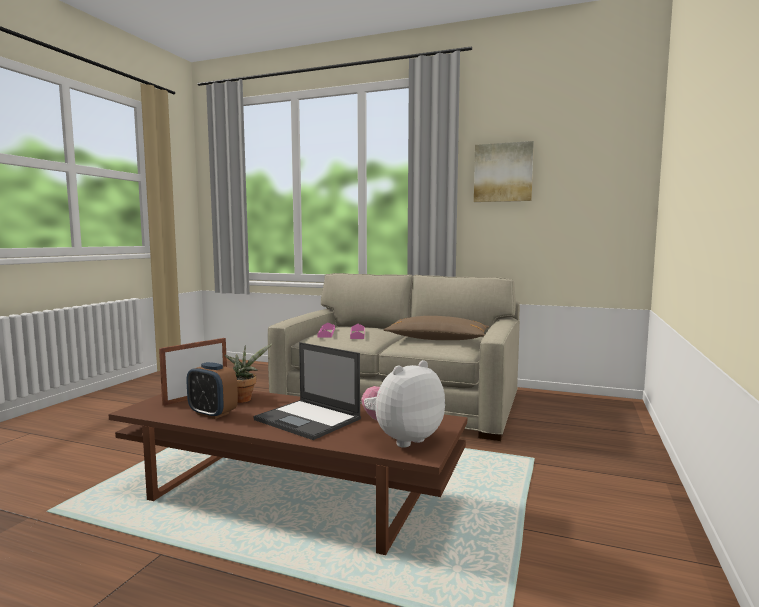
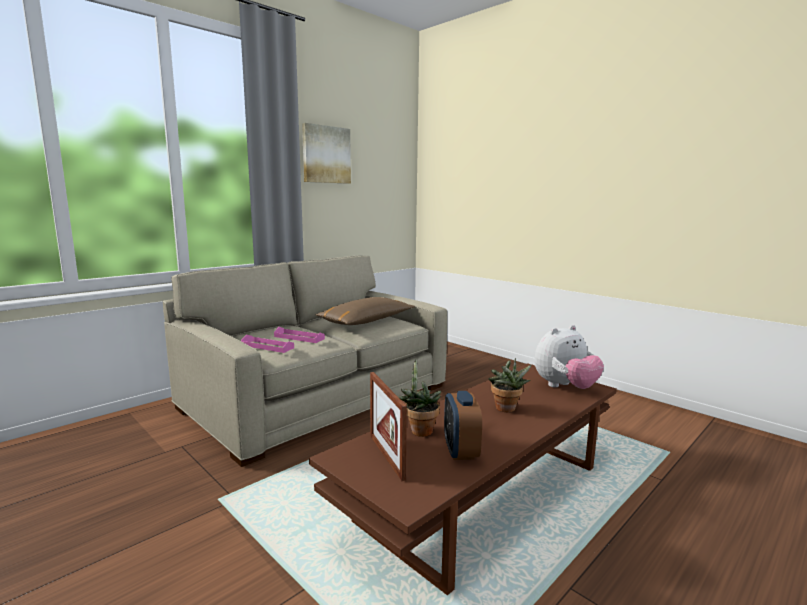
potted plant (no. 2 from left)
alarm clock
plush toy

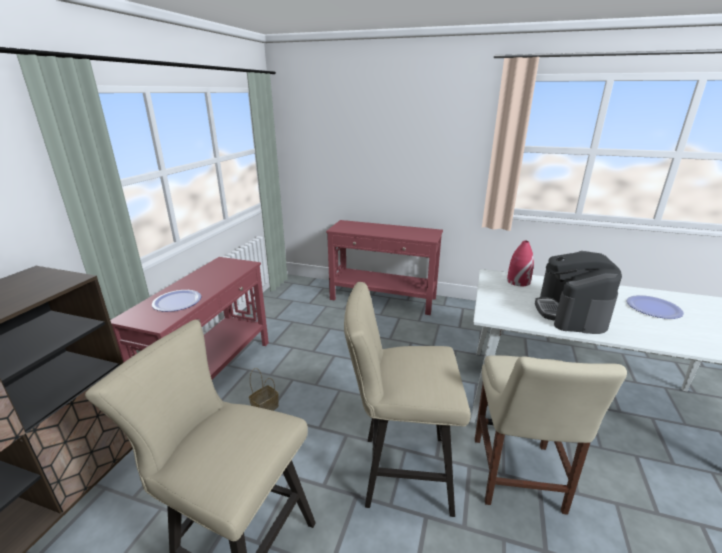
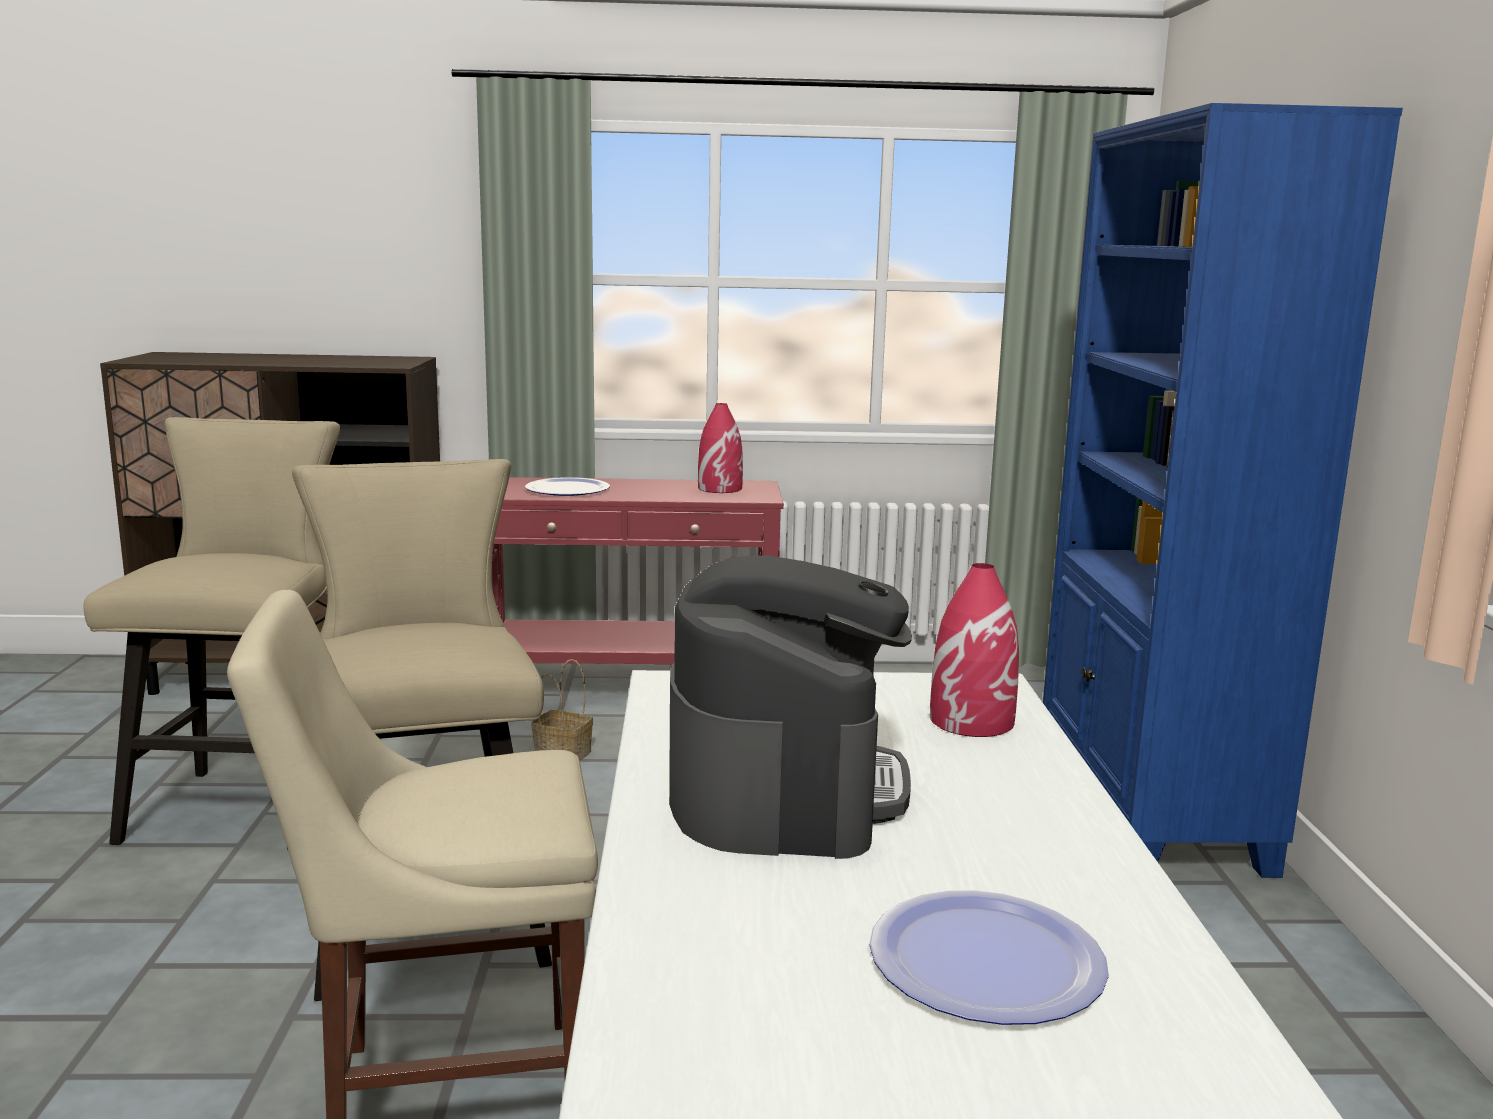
red vase (no. 1 from left)
blue bookcase
coffee machine

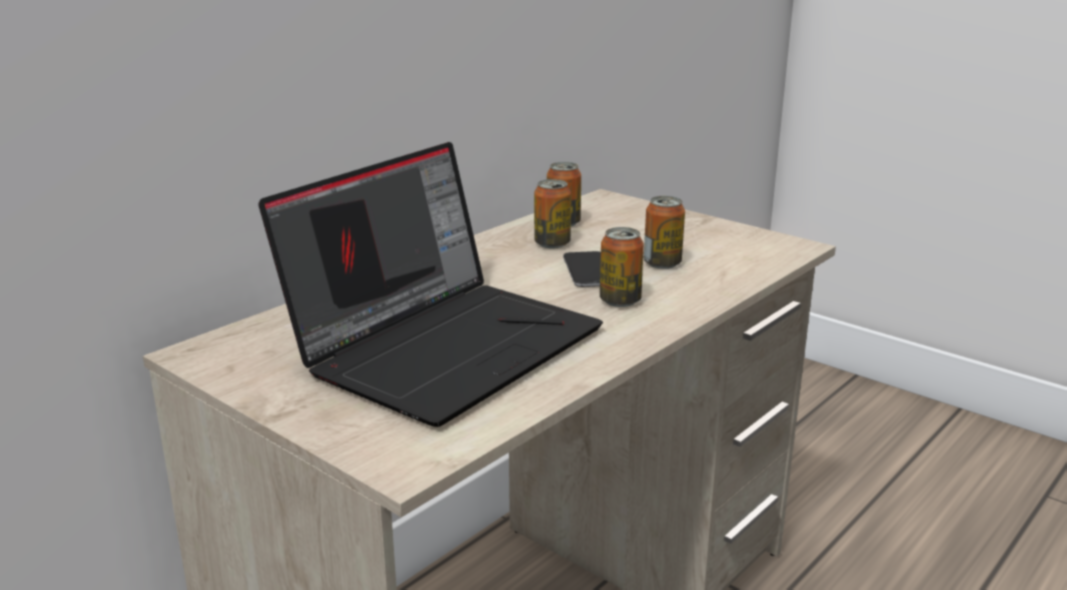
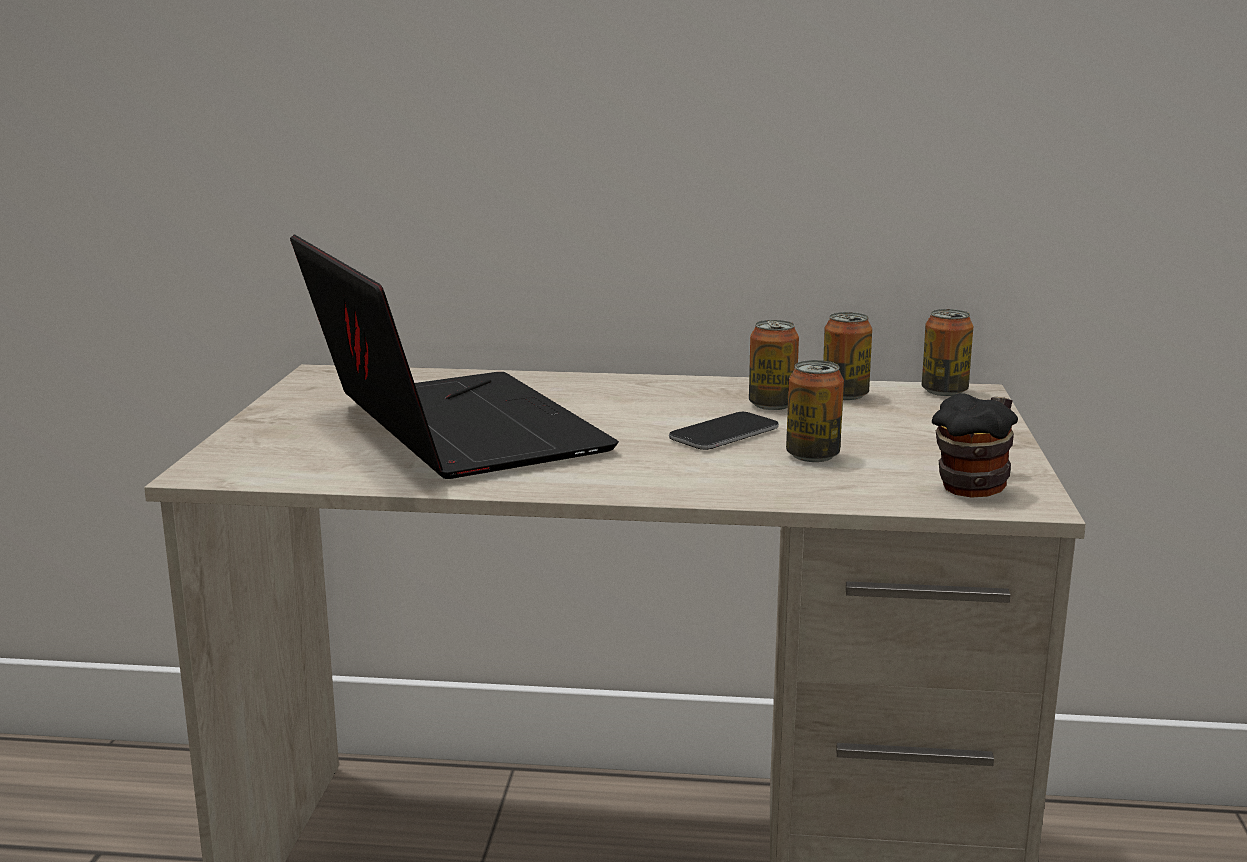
mug
can (no. 4 from left)
laptop

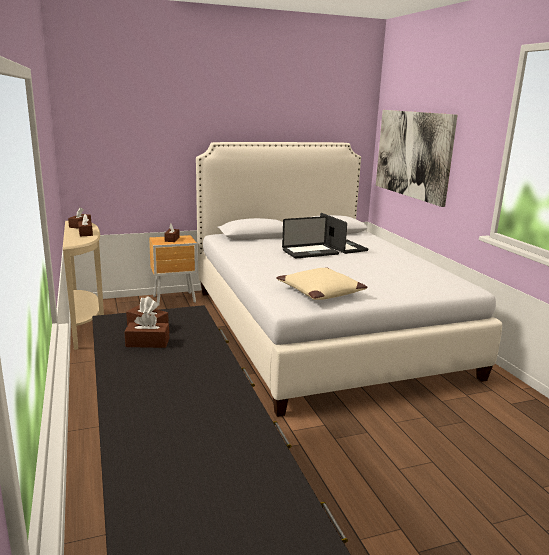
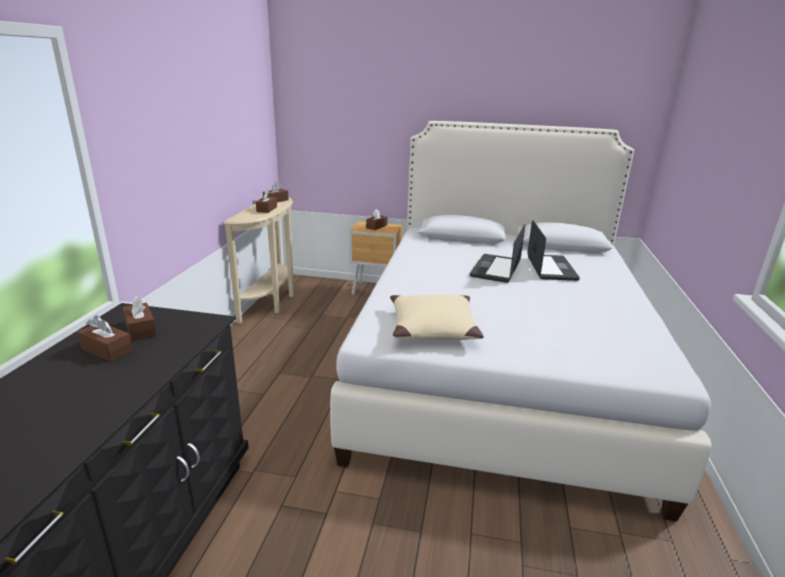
picture
laptop (no. 1 from left)

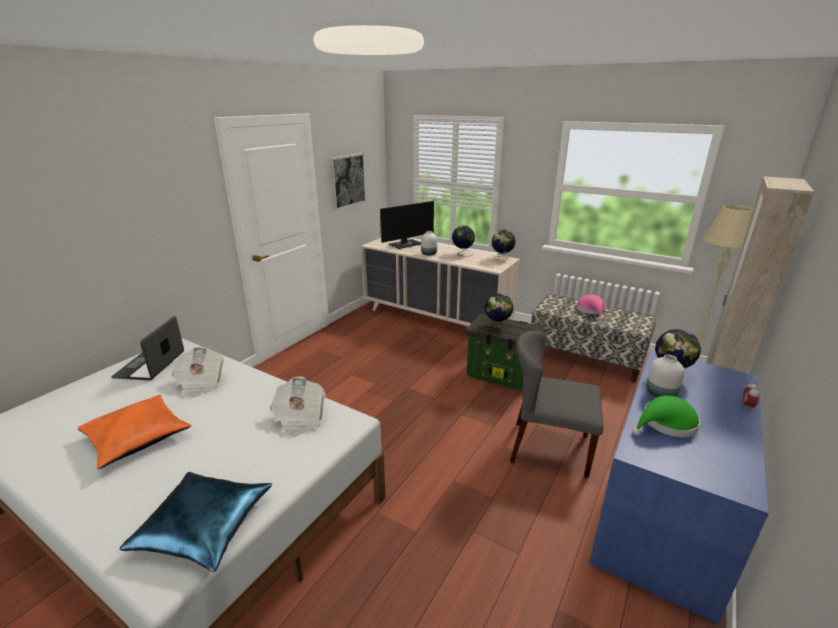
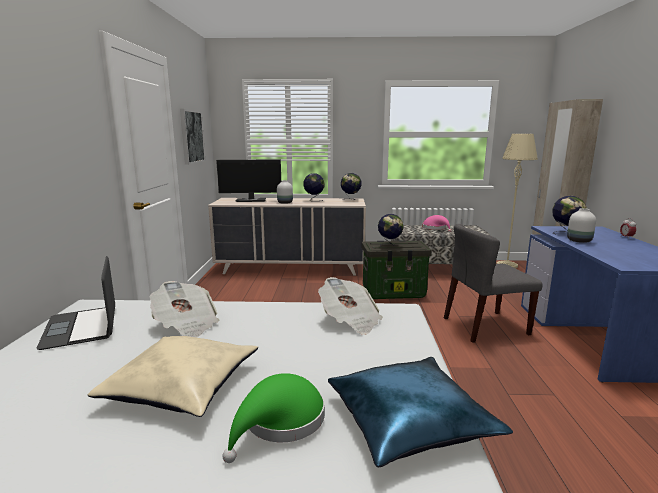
green hat
beige pillow
monitor

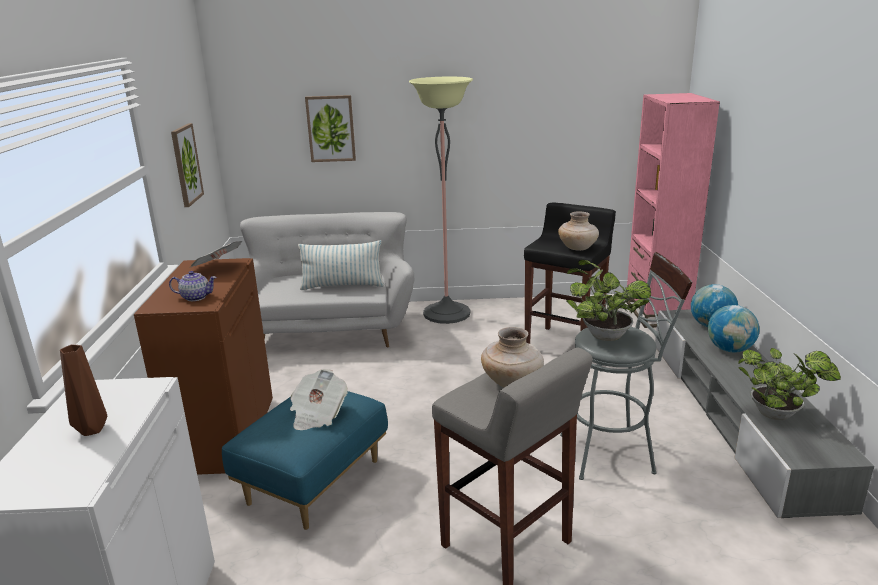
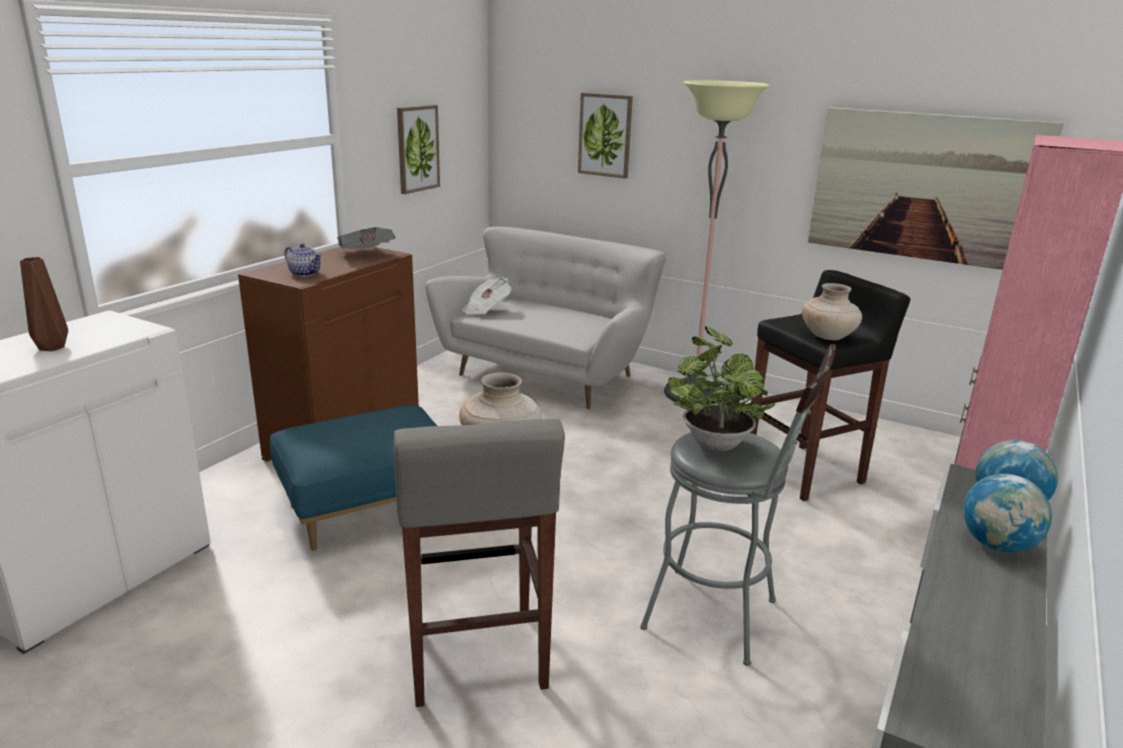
pillow
potted plant (no. 2 from left in the first image)
picture (no. 3 from left)
newspaper (no. 2 from left)

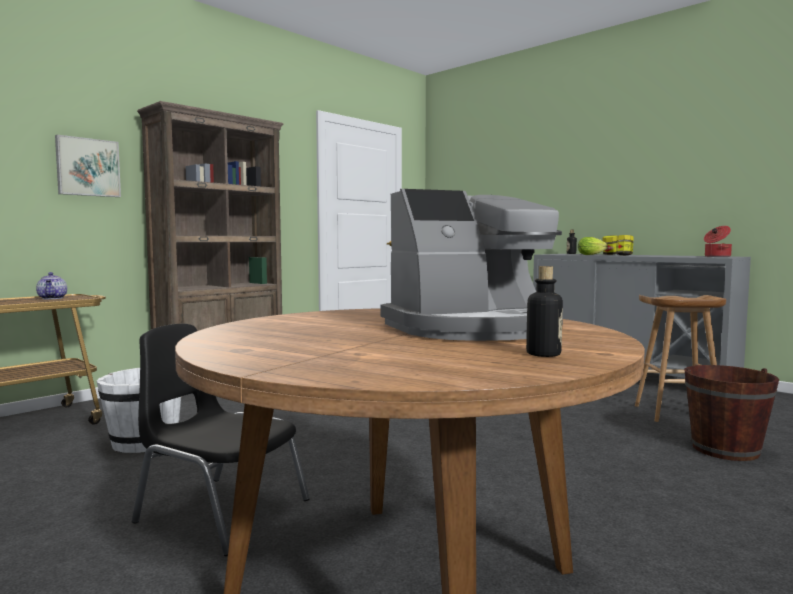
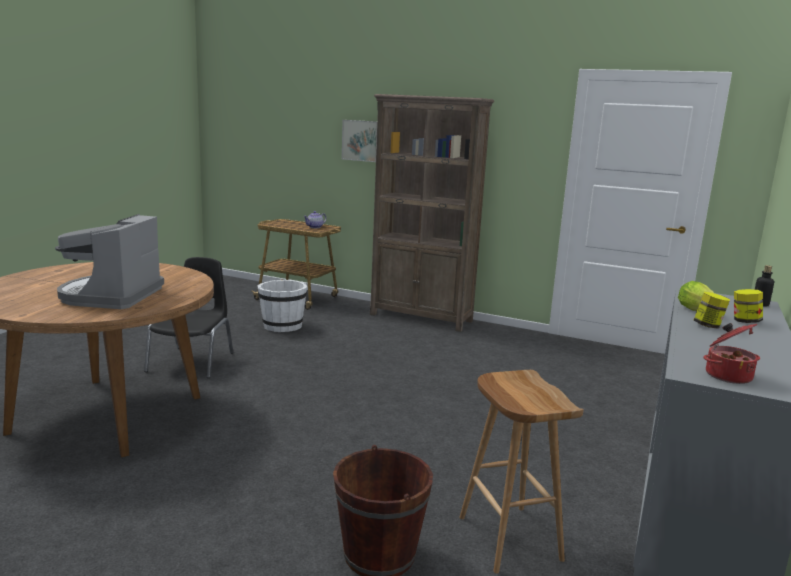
bottle (no. 1 from left in the first image)
coffee machine

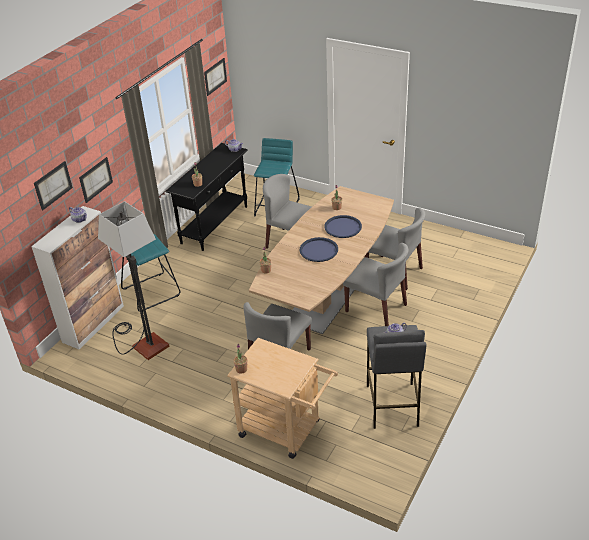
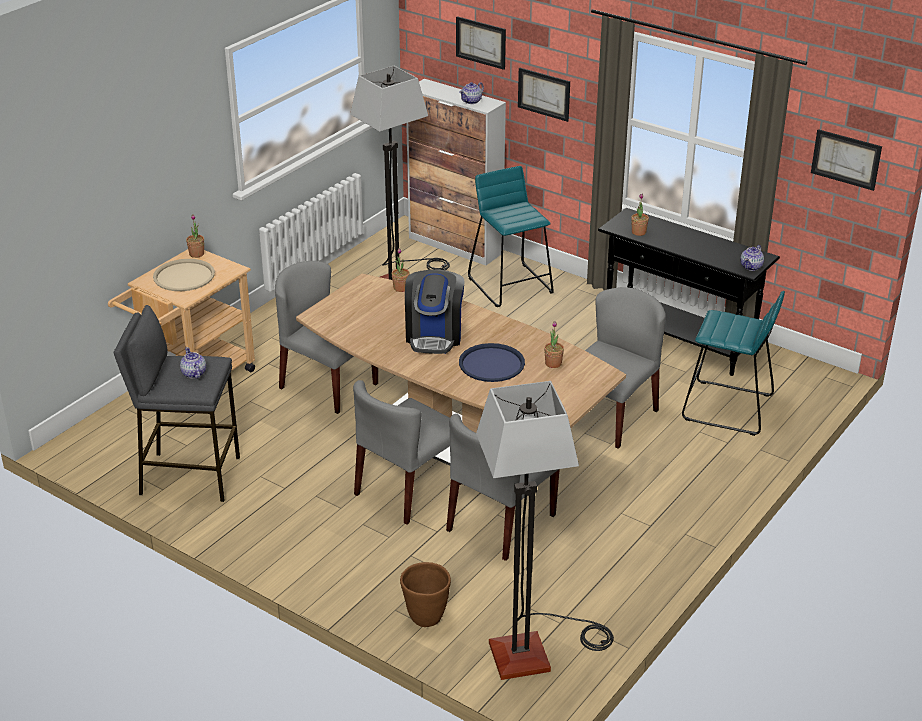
beige tray
brown planter
floor lamp (no. 2 from left)
coffee machine

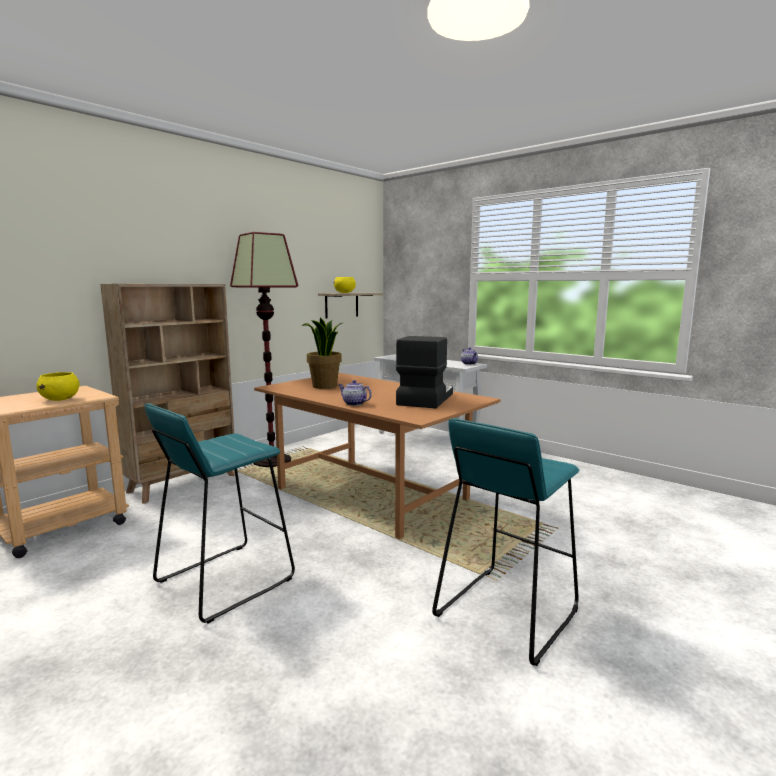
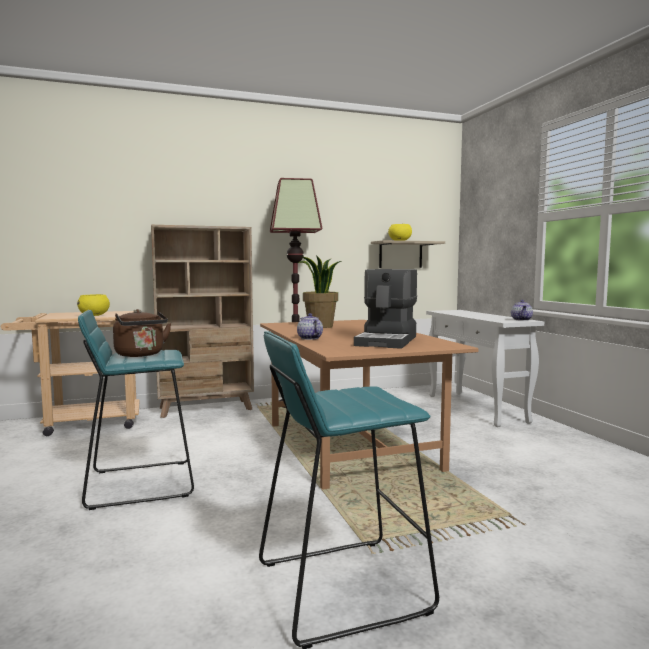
brown kettle
coffee machine

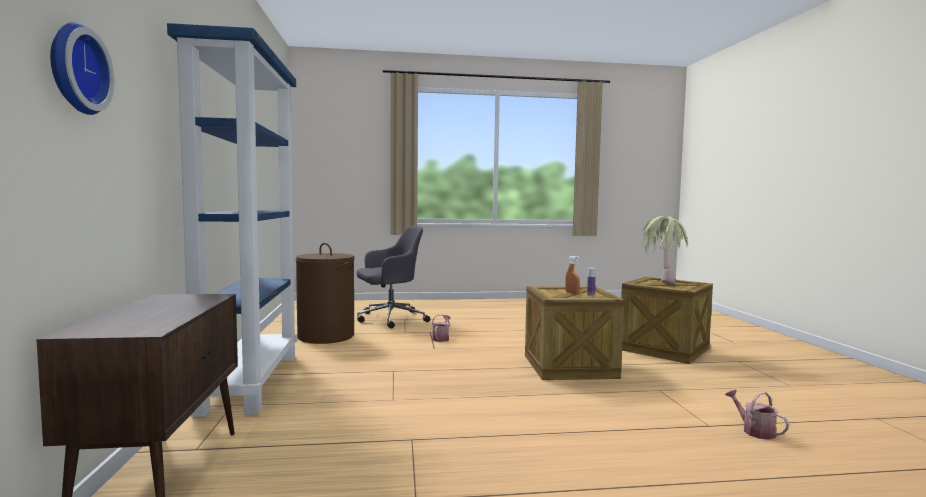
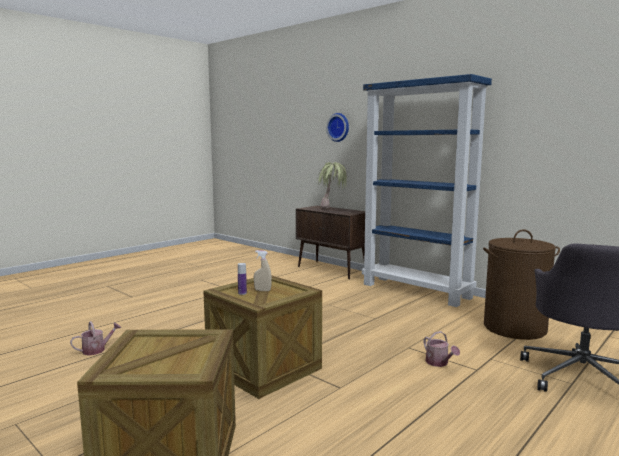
potted plant
beige spray bottle
watering can (no. 1 from left)

